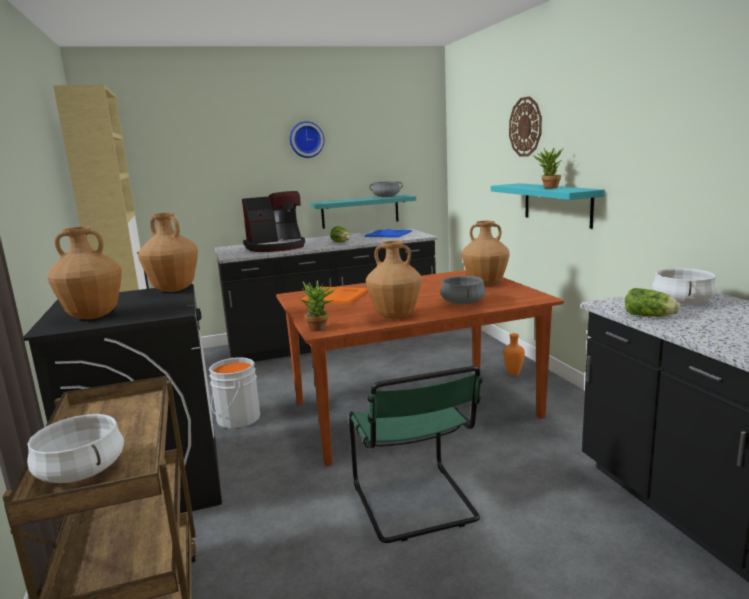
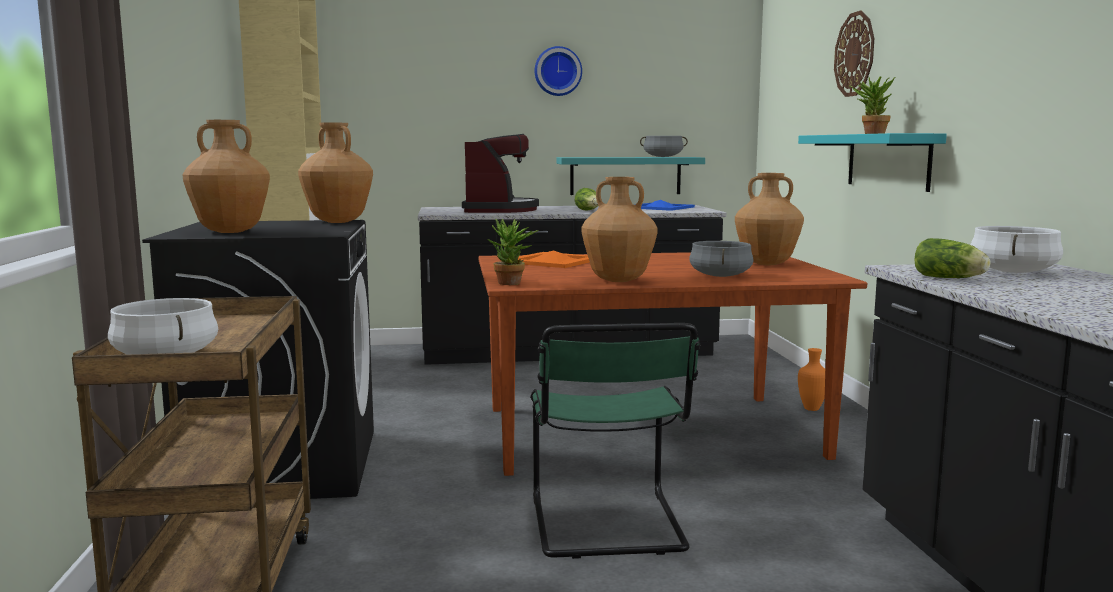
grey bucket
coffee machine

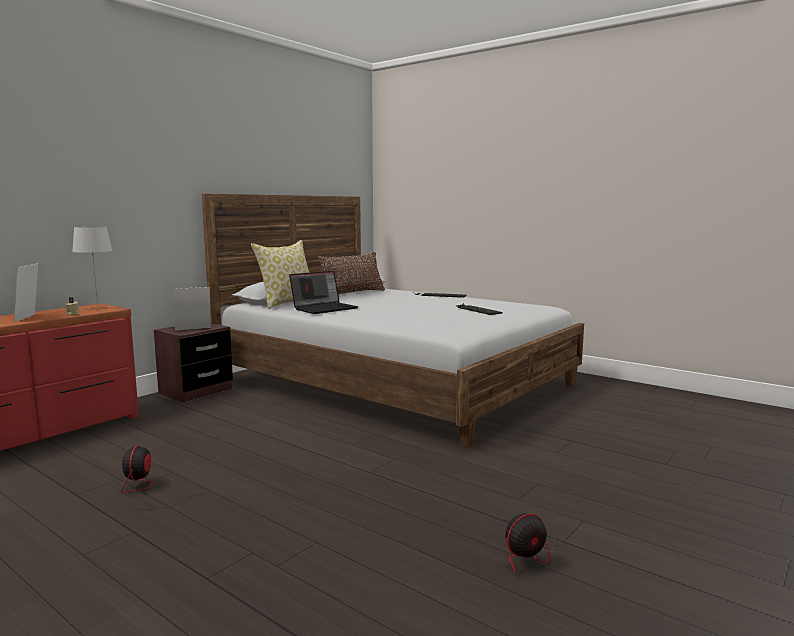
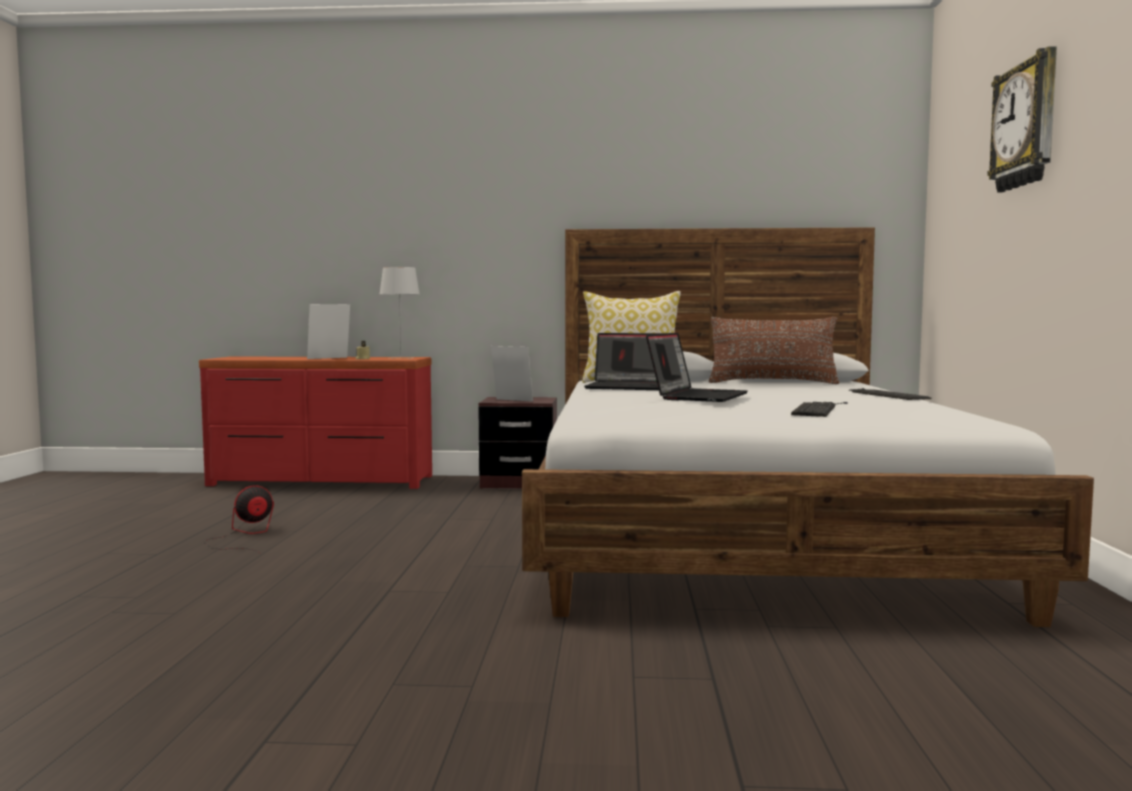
fan (no. 2 from left in the first image)
laptop (no. 2 from left)
wall clock

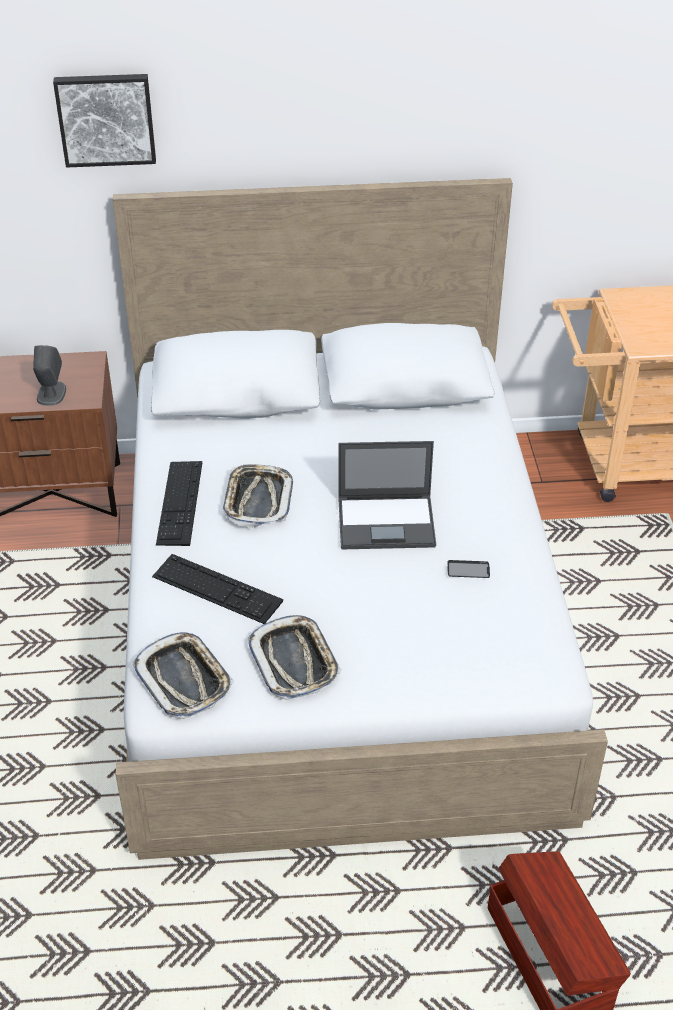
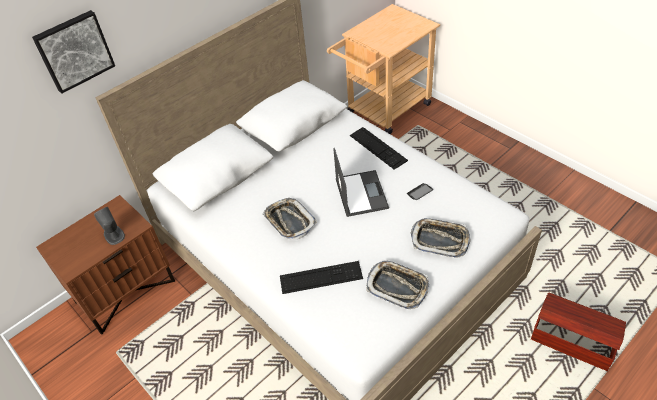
tray (no. 3 from left)
keyboard (no. 2 from left)
laptop

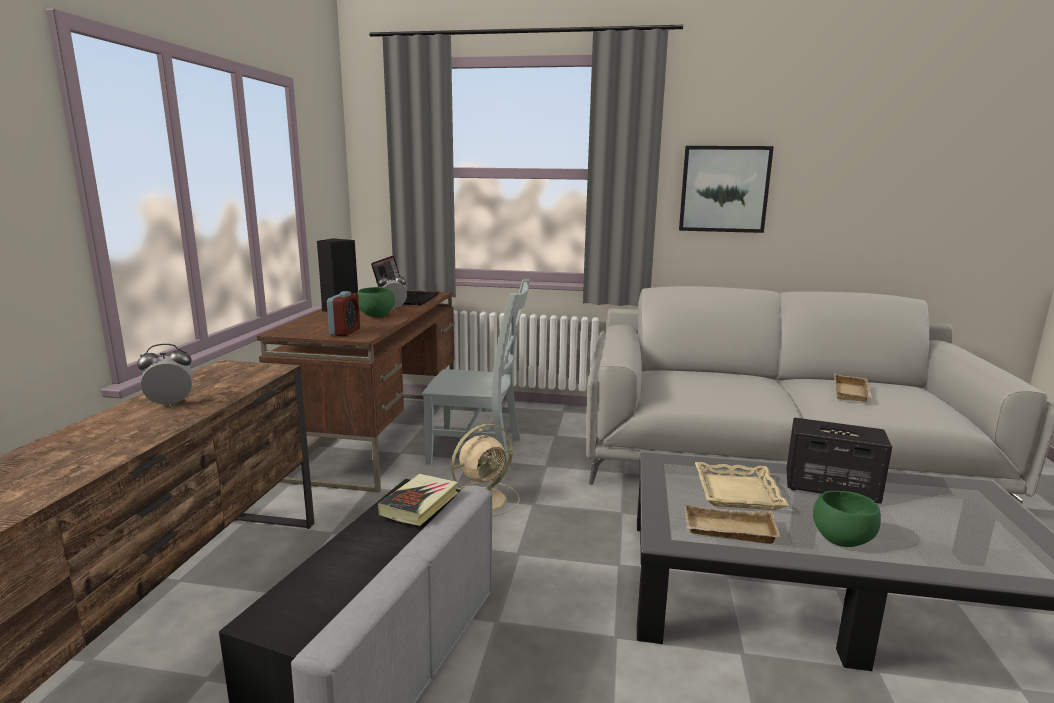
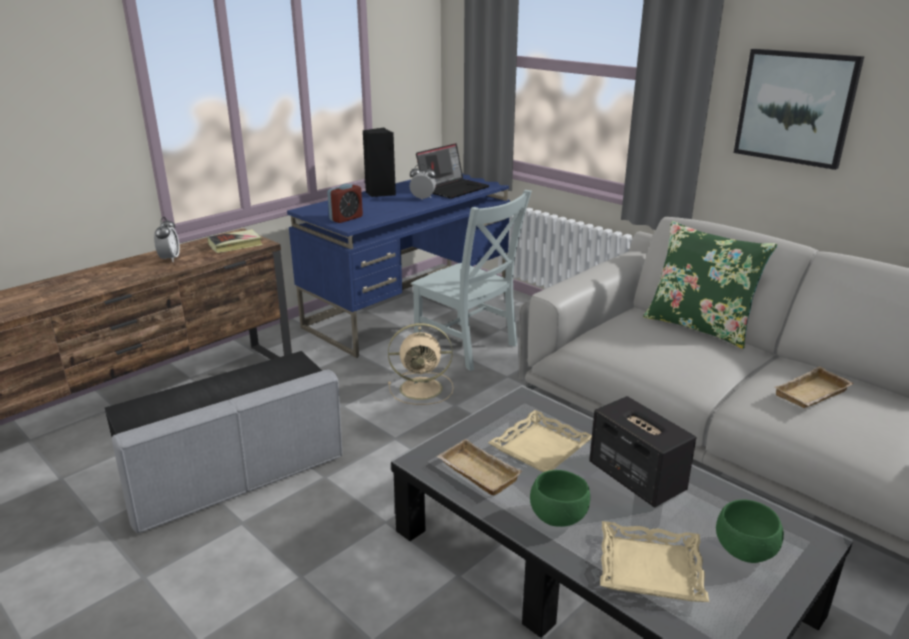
beige tray (no. 3 from left)
green pillow
green bowl (no. 2 from left)
book
blue desk
alarm clock (no. 1 from left)

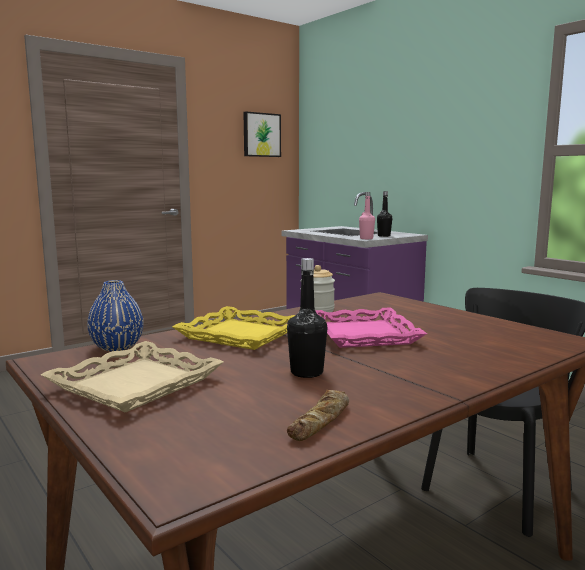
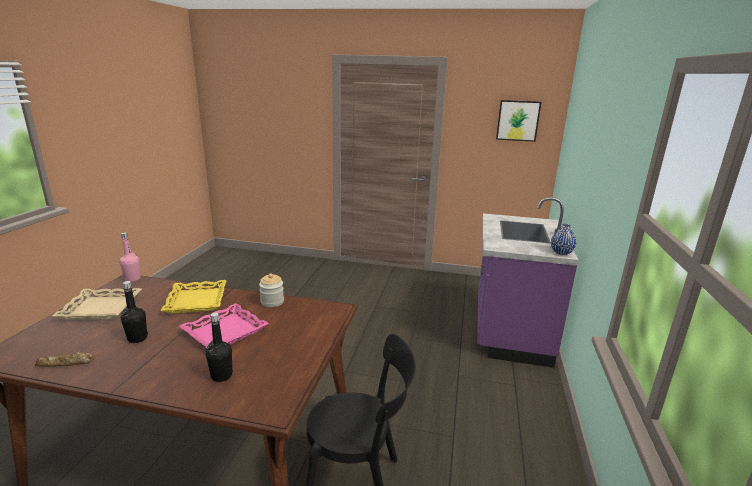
blue vase
pink bottle
black bottle (no. 2 from left)

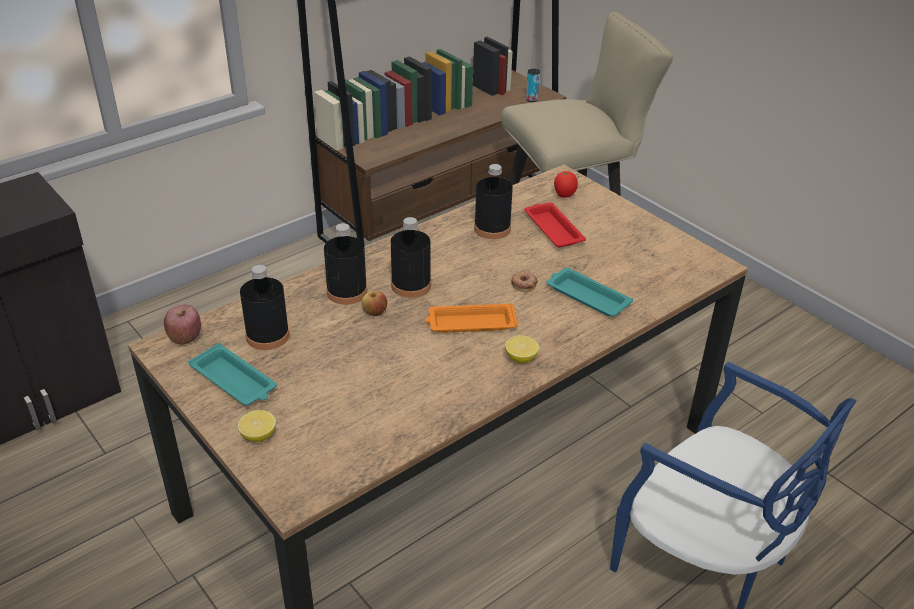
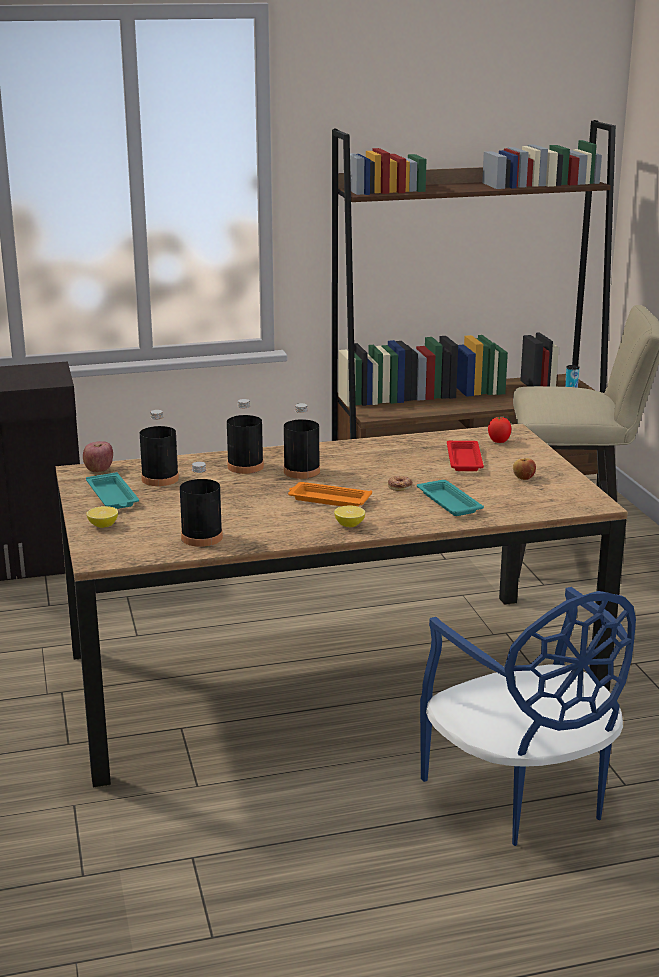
apple (no. 2 from left)
black bottle (no. 2 from left)

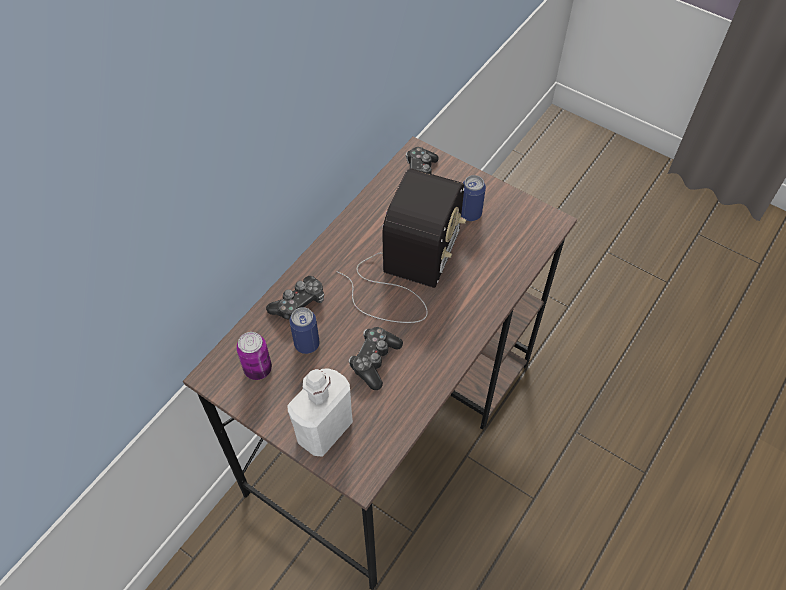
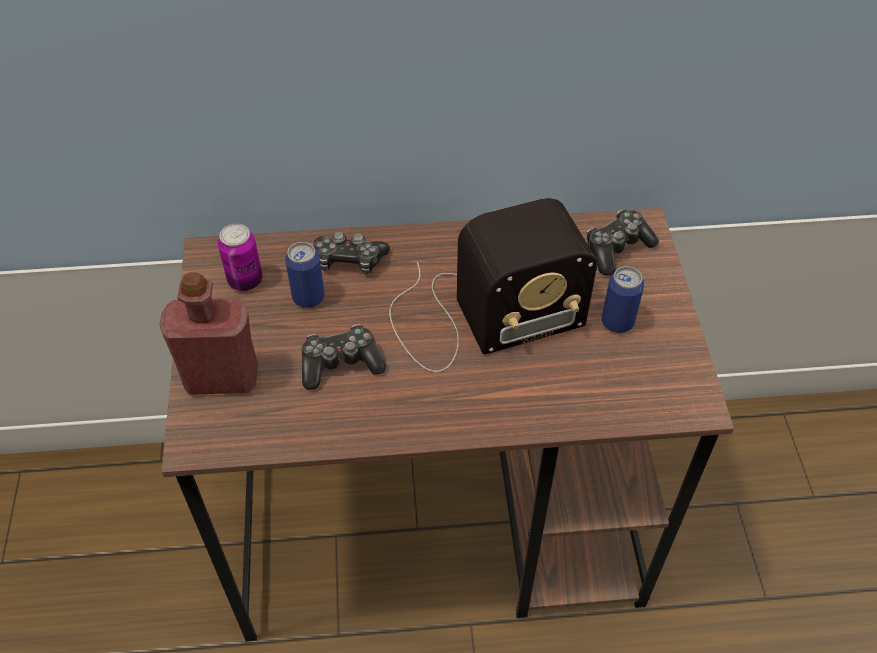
red bottle

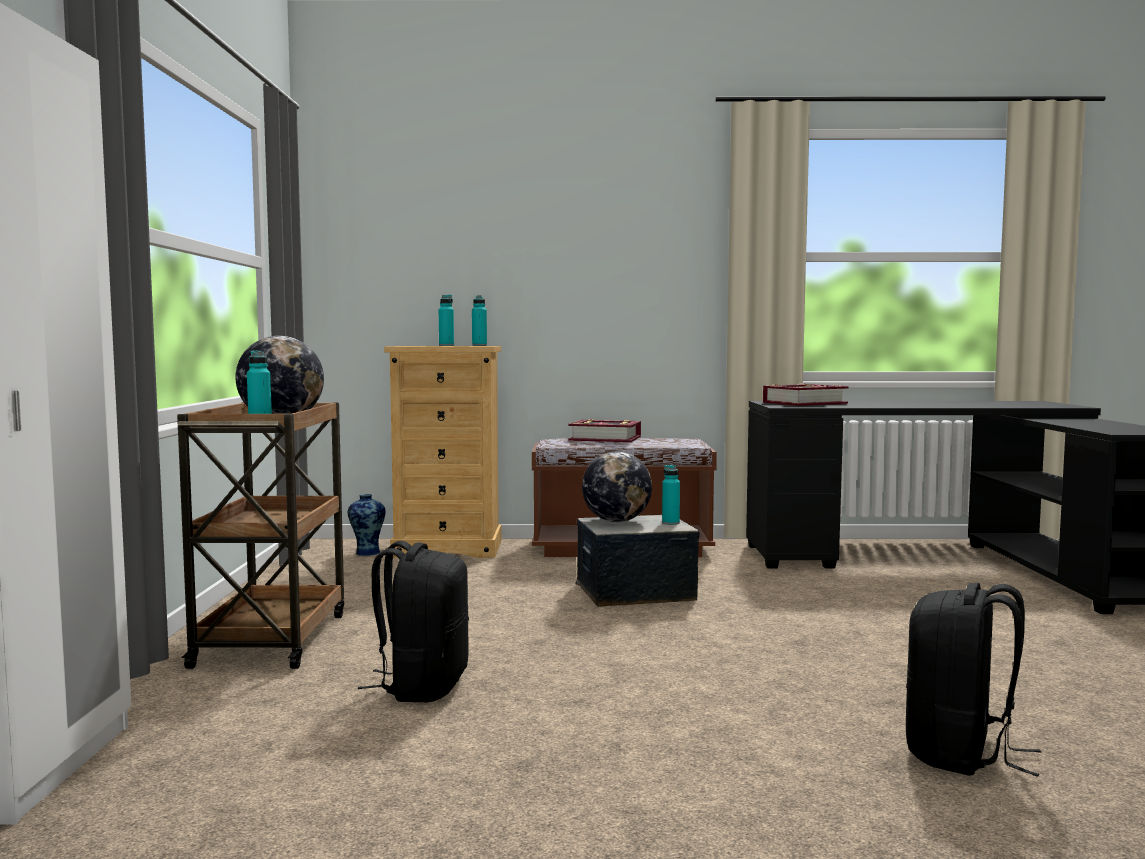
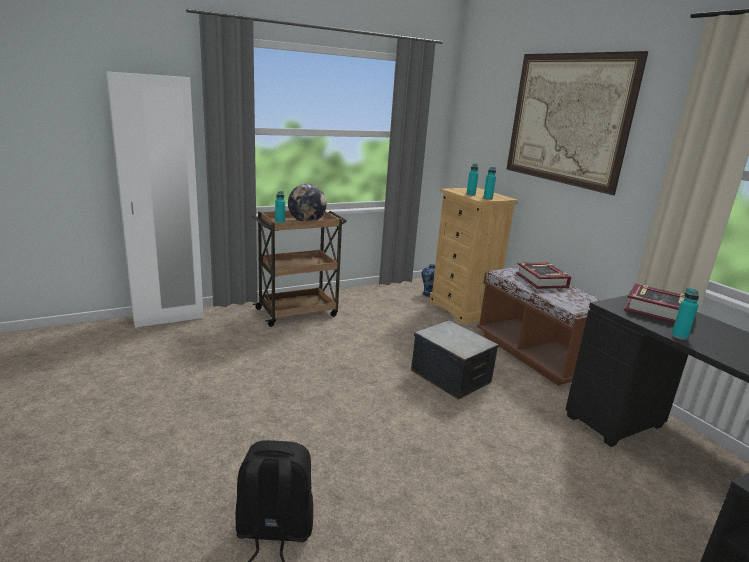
black backpack (no. 1 from left in the first image)
globe (no. 2 from left in the first image)
picture
turquoise bottle (no. 4 from left)

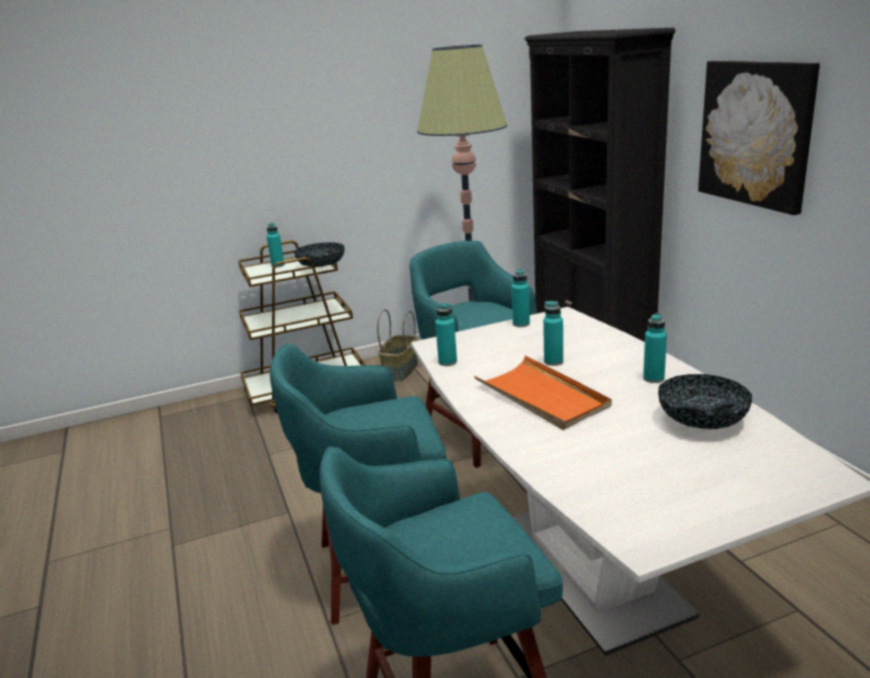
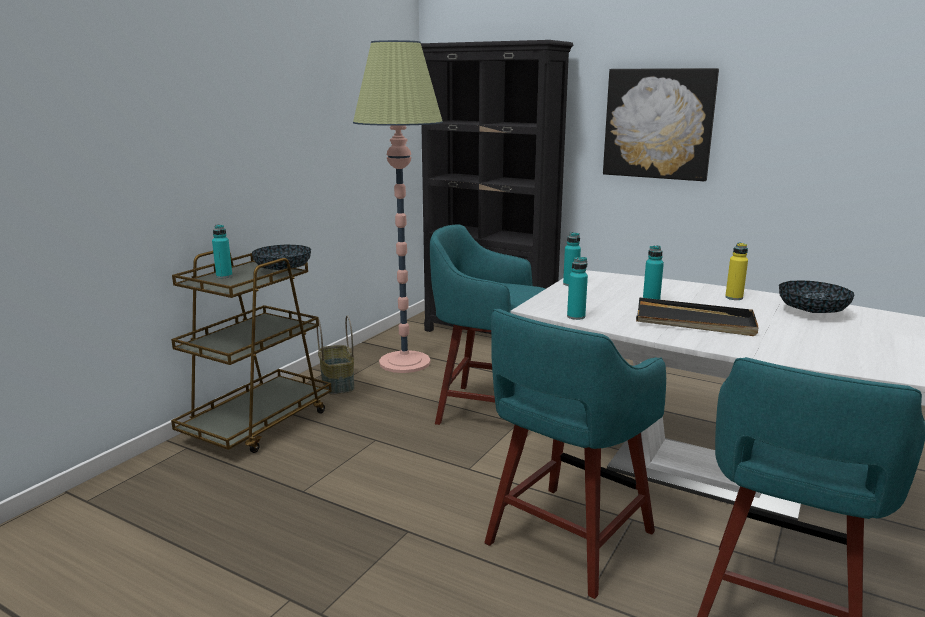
black tray
yellow bottle

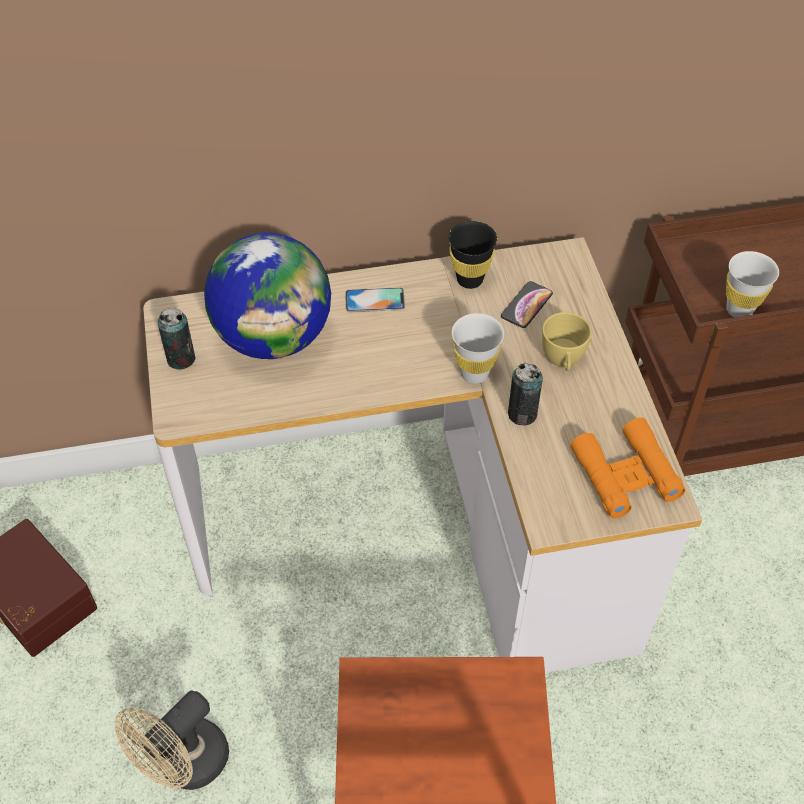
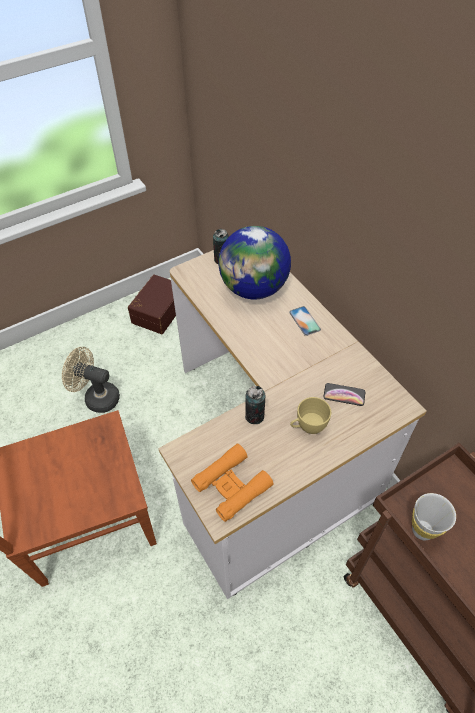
black cup
white cup (no. 1 from left in the first image)

